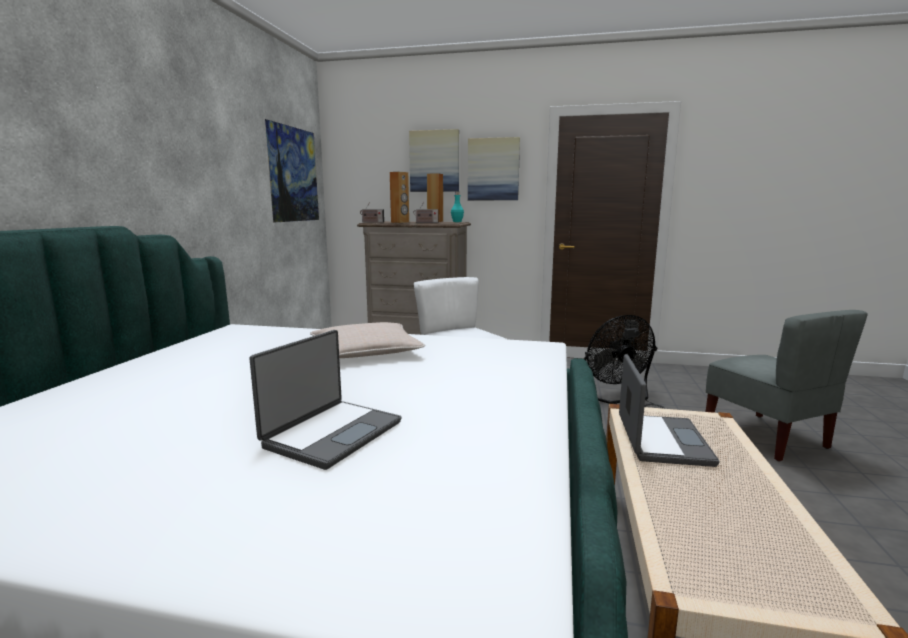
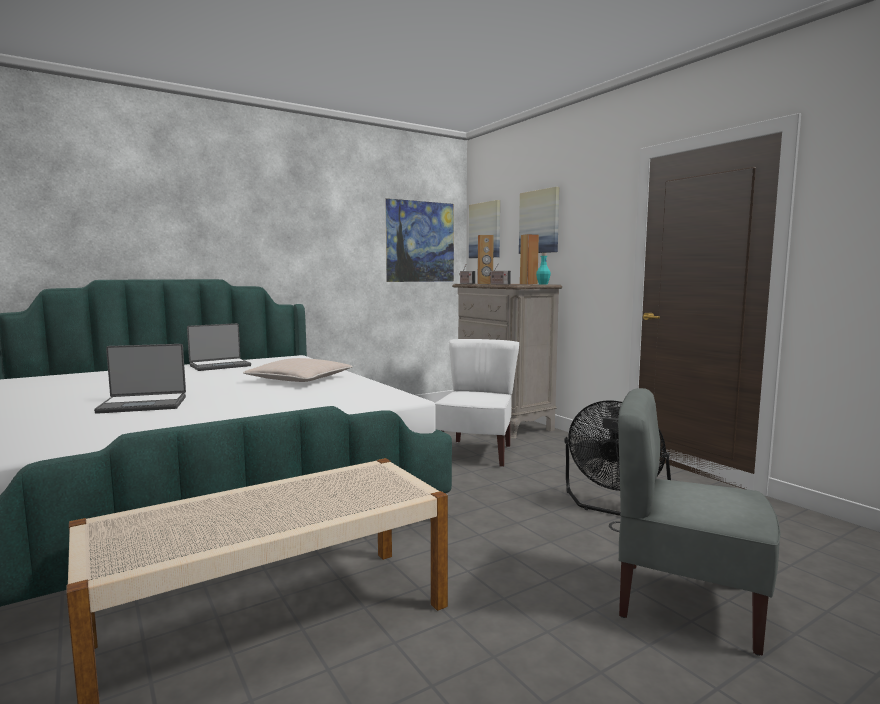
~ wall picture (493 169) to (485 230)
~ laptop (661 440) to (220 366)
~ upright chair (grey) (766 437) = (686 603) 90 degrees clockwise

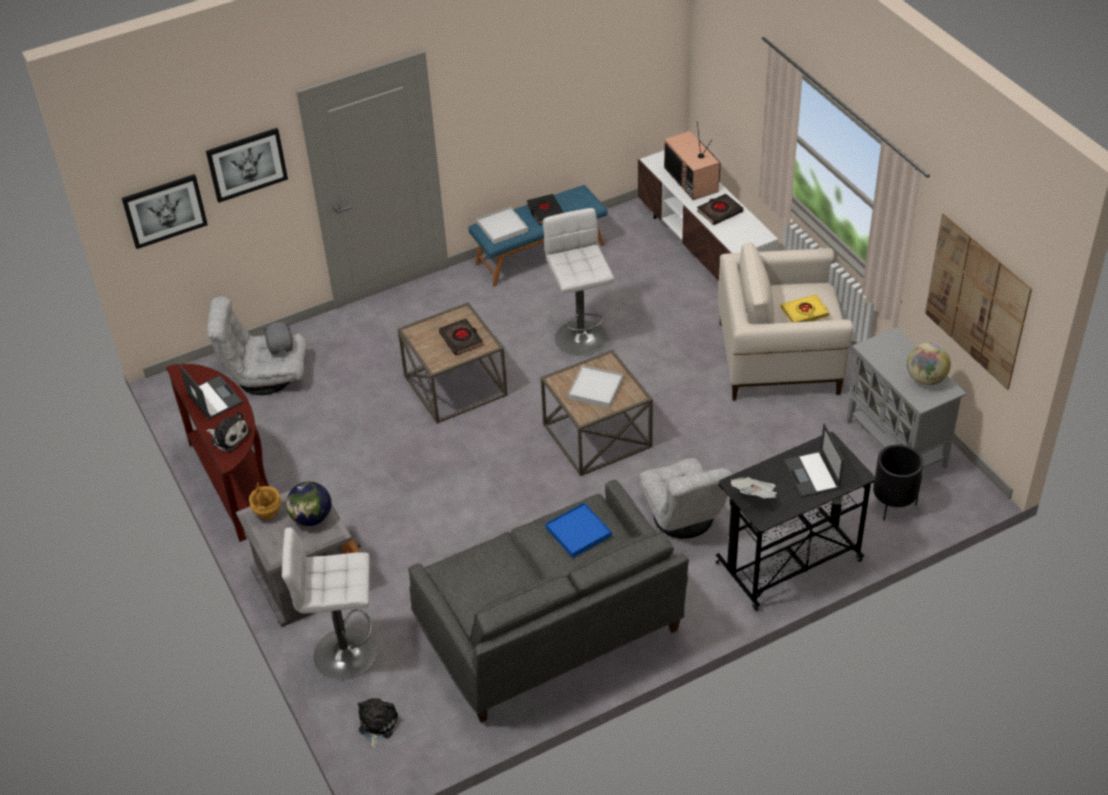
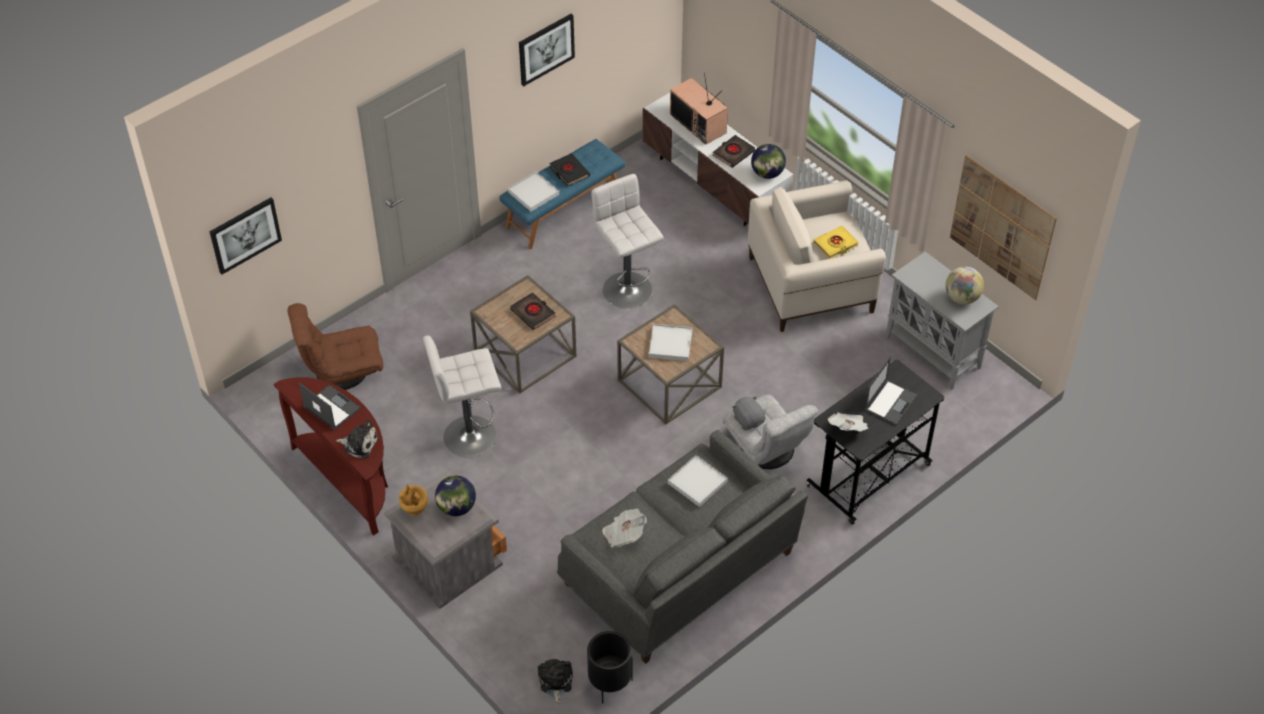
~ wall picture (246 164) to (546 49)
~ easy chair (grey) (266 376) to easy chair (brownish) (342 370)
~ soft toy (grey) (281 346) to (748 420)
~ stool seat (whitish) (344 653) to (469 436)
~ carrying tray (bluish) (578 532) to carrying tray (whitish) (697 482)
~ laptop (812 475) = (890 402) 120 degrees counterclockwise
~ planter (blackish) (892 505) to (609 684)
+ daily paper (624 534)
+ world globe (767 173)

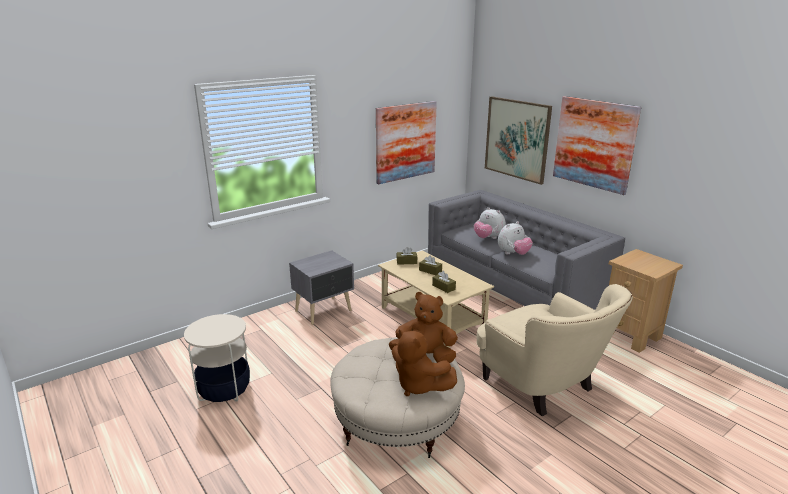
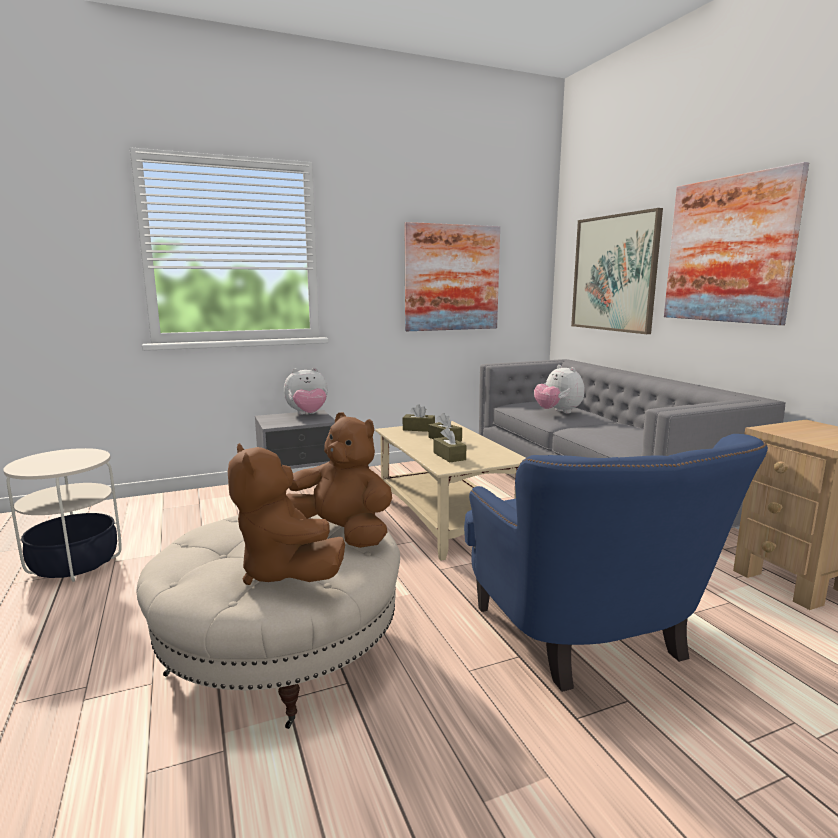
~ easy chair (beige-coloured) (542 385) to easy chair (bluish) (587 636)
~ soft toy (513 254) to (308 414)

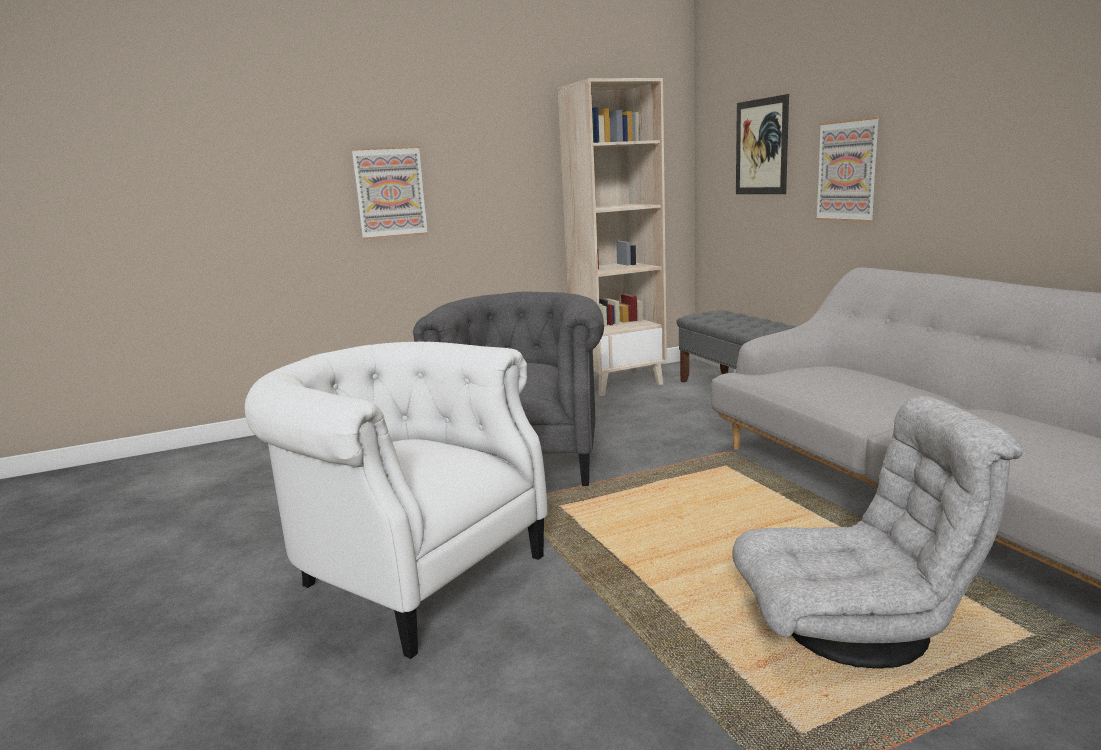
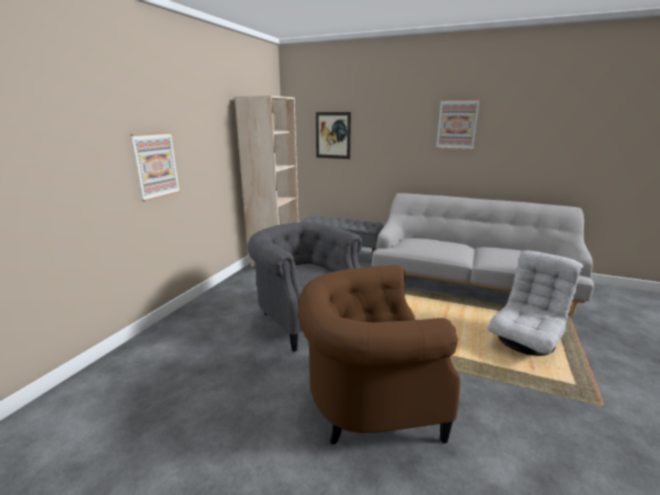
~ easy chair (whitish) (409 574) to easy chair (brownish) (369 404)
~ wall picture (847 171) to (457 124)

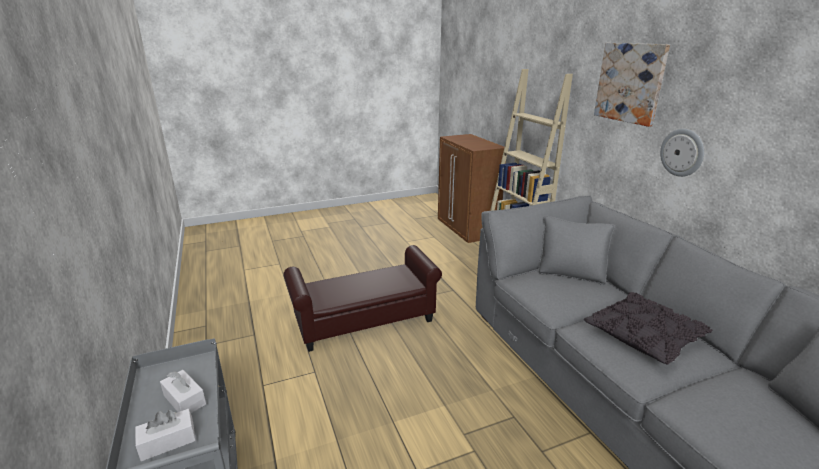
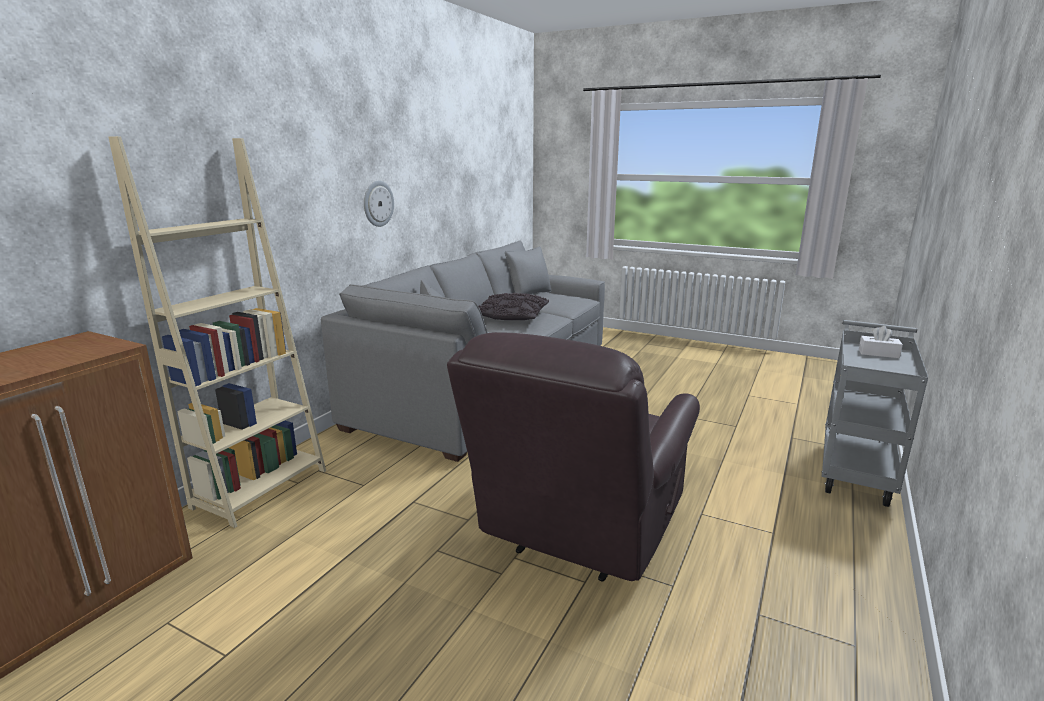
- box of tissues (whitish) (185 400)
~ footrest (brownish) (365 321) to easy chair (brownish) (578 533)
- wall picture (630 83)

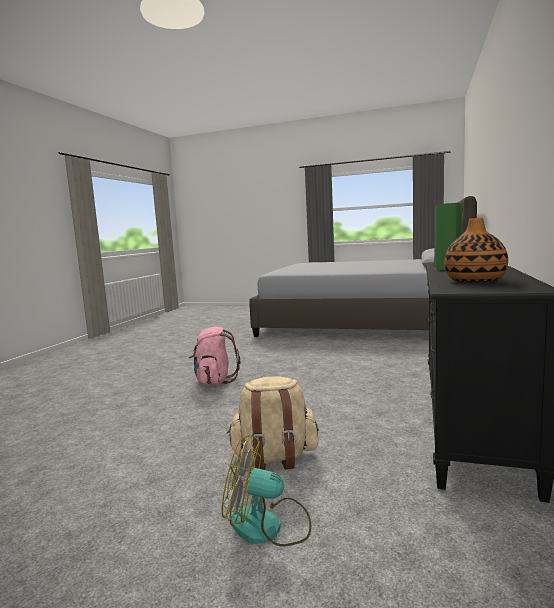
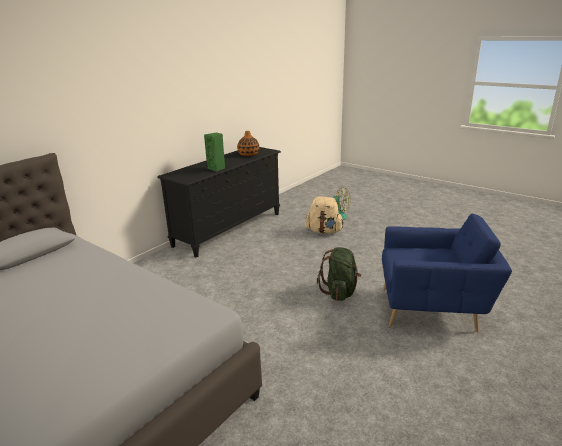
~ knapsack (pinkish) (214 381) to knapsack (green) (340 292)
+ easy chair (bluish) (432 309)

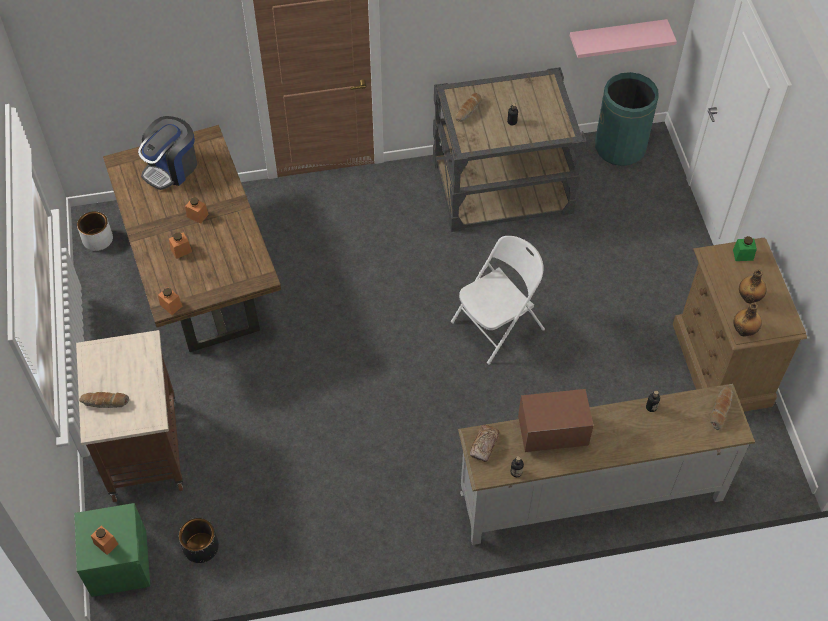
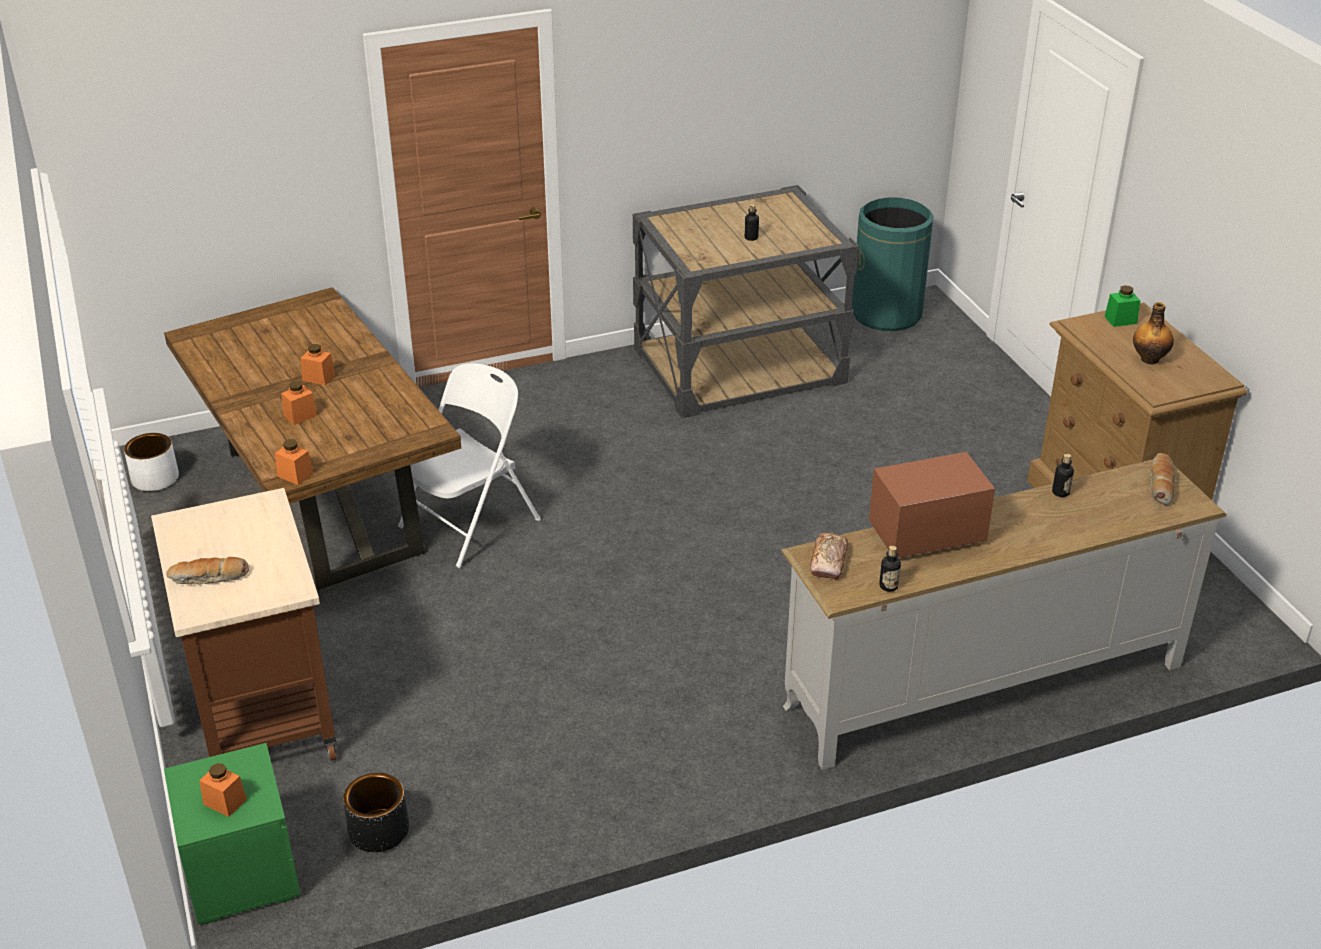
- coffee machine (171 168)
~ upright chair (whitish) (497 326) to (470 523)
- bread (468 111)
- shelf (pinkish) (616 36)
- drink bottle (744 331)

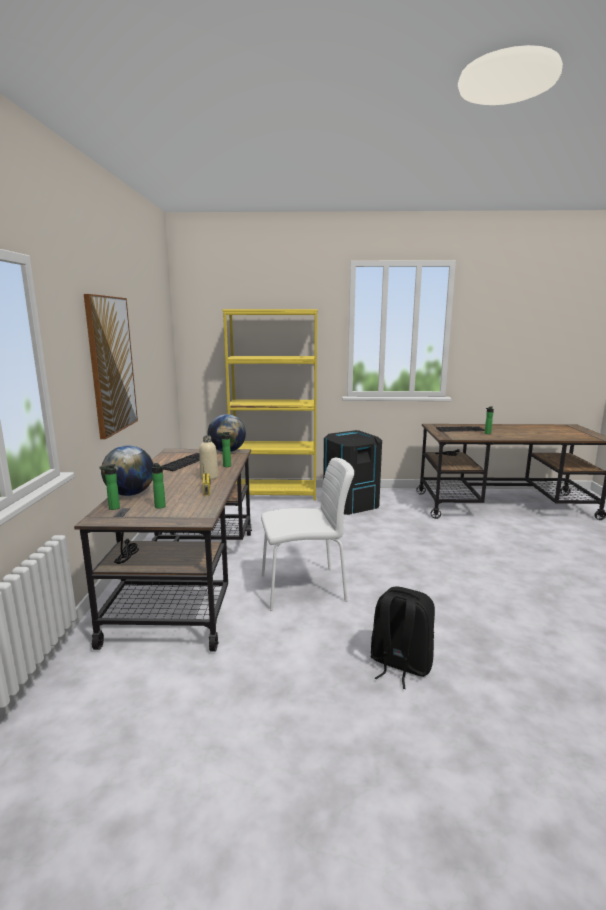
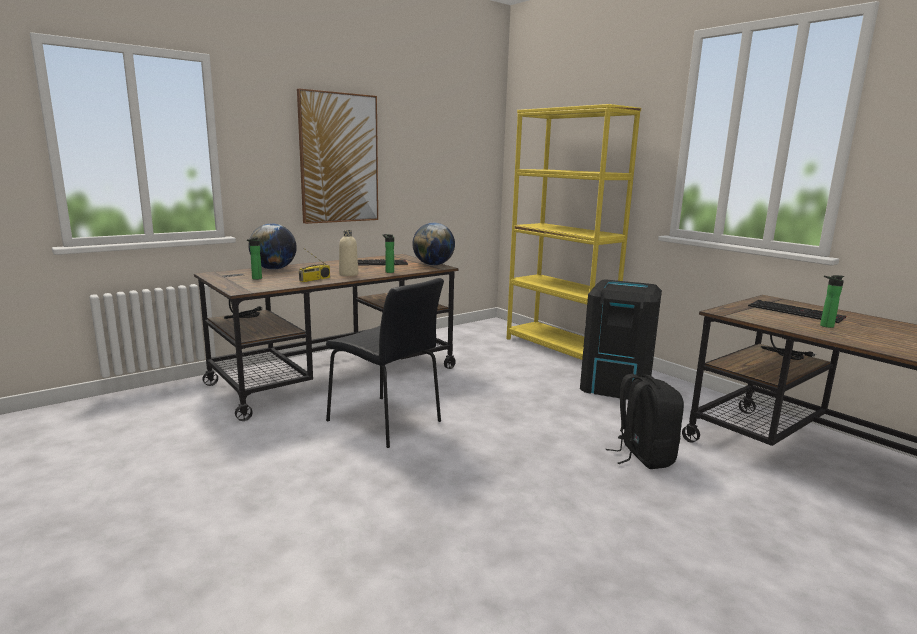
- drink bottle (112 508)
~ upright chair (whitish) (306 588) to upright chair (blackish) (387 422)
~ knapsack (blackish) (399 664) to (642 456)

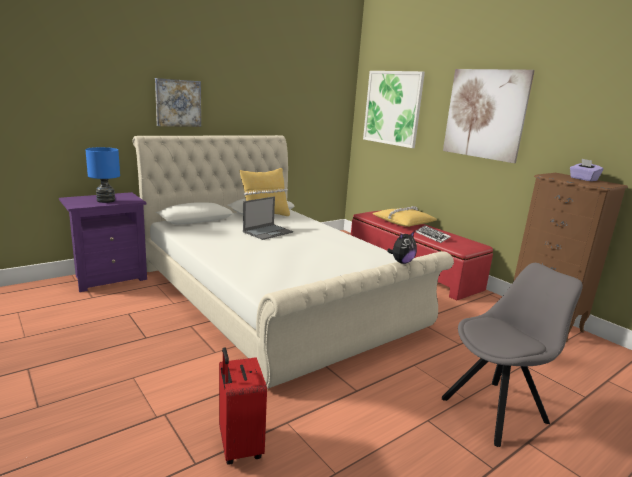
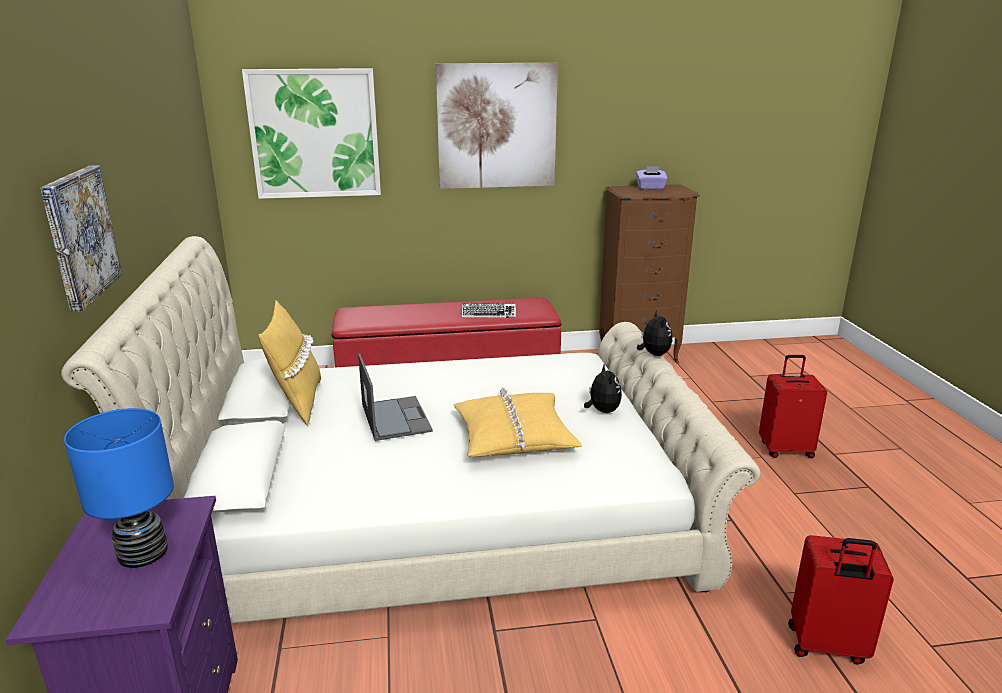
~ throw pillow (yellowish) (403 222) to (514 436)
~ upright chair (grey) (495 411) to travel case (red) (785 449)
+ soft toy (602 411)

